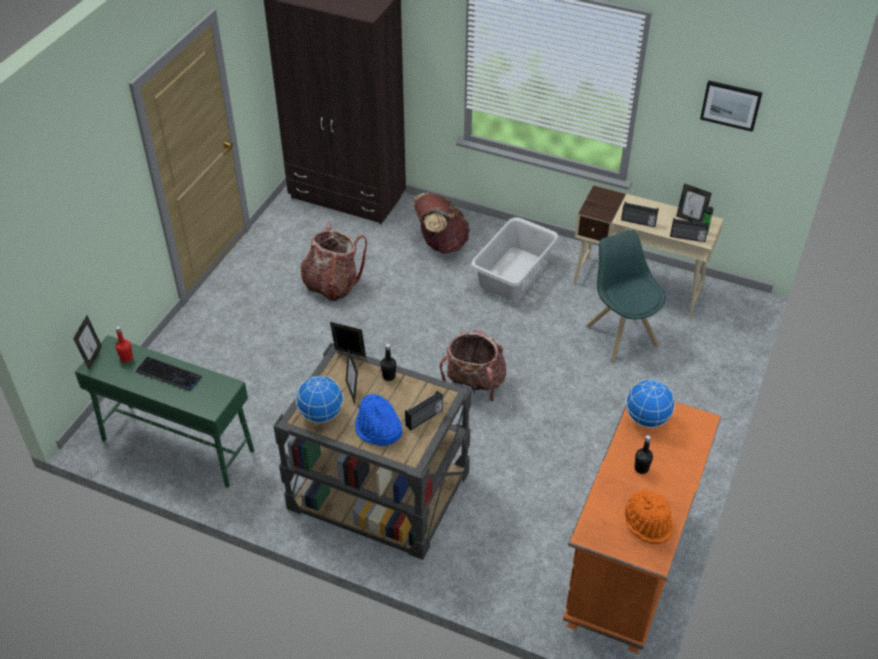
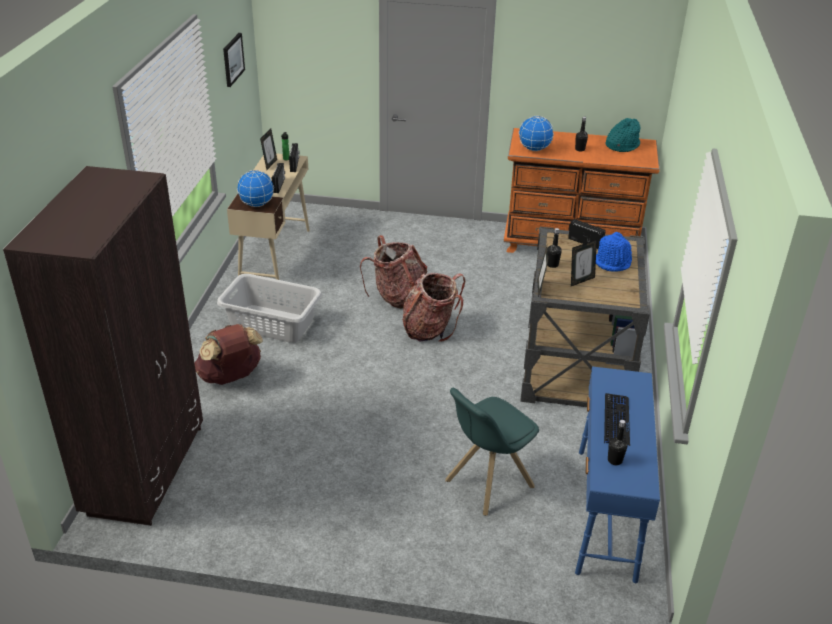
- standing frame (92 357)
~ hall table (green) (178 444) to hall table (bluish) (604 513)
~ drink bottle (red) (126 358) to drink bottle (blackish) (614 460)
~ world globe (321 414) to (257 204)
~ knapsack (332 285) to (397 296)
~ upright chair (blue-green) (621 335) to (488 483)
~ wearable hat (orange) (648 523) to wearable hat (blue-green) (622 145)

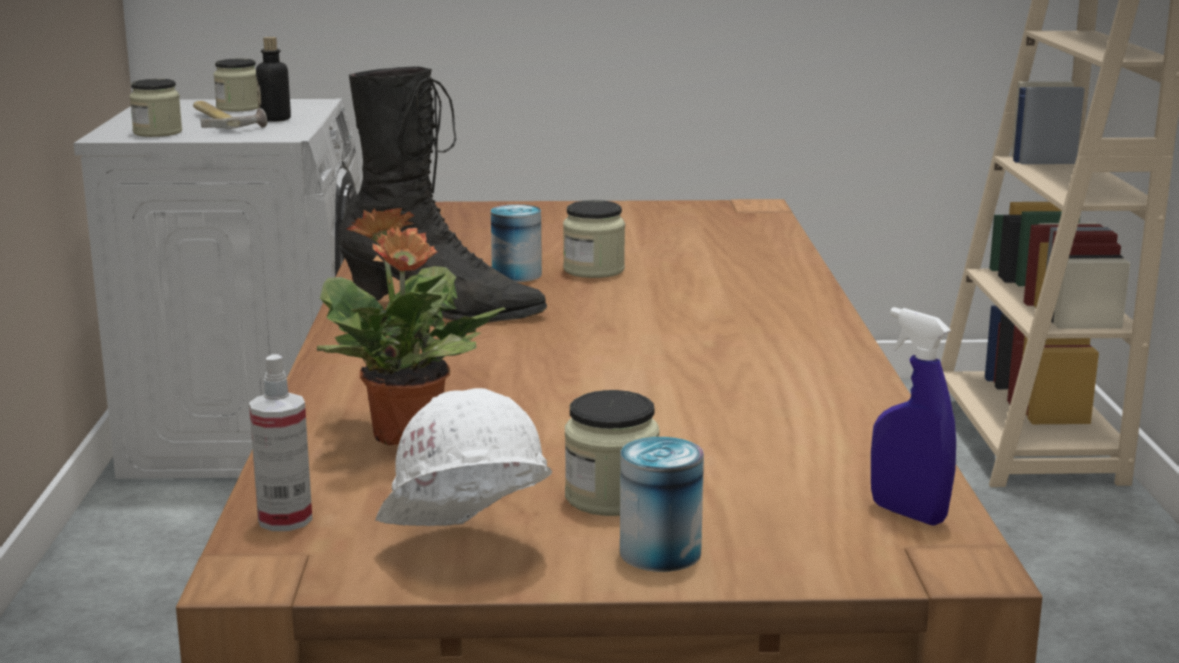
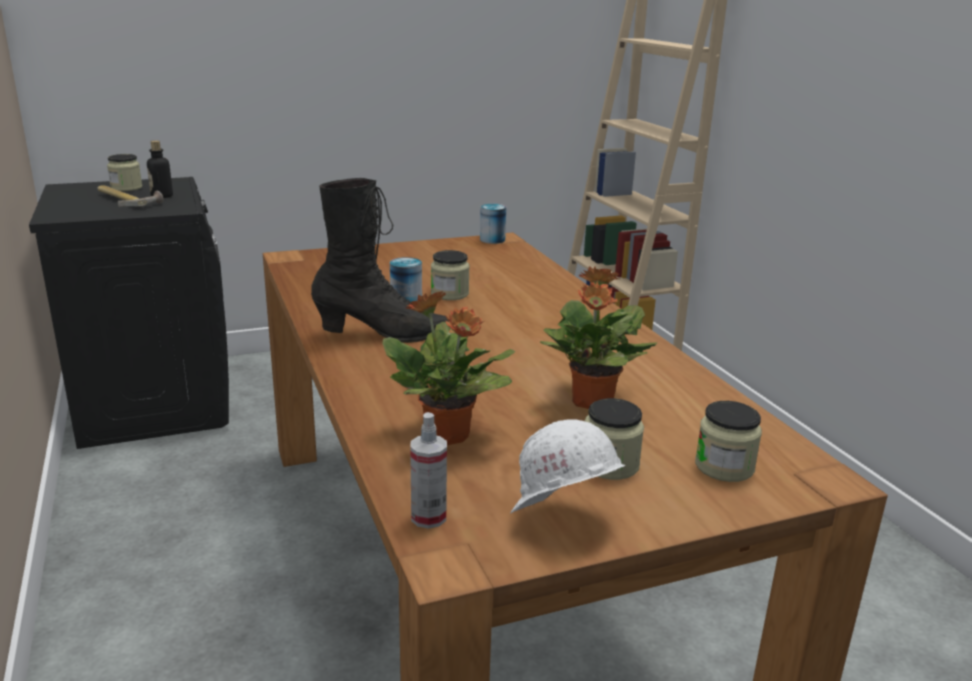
~ laundry machine (whitish) (249 436) to laundry machine (blackish) (155 404)
~ storage jar (157 132) to (724 467)
~ sealed can (660 552) to (492 240)
- sprayer (bluish) (908 513)
+ houseplant (591 403)

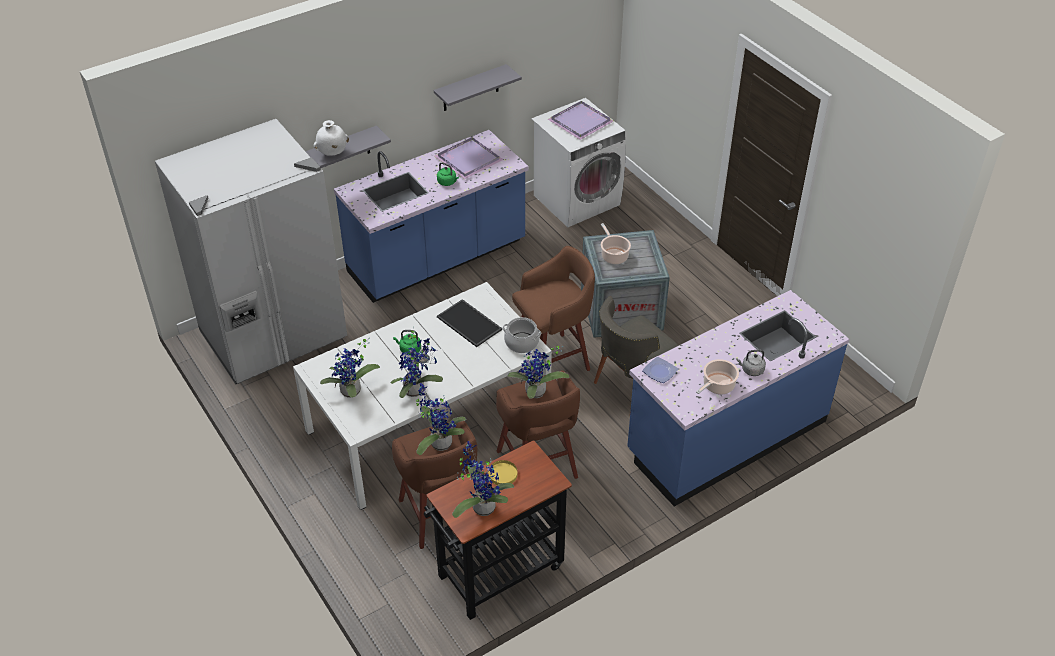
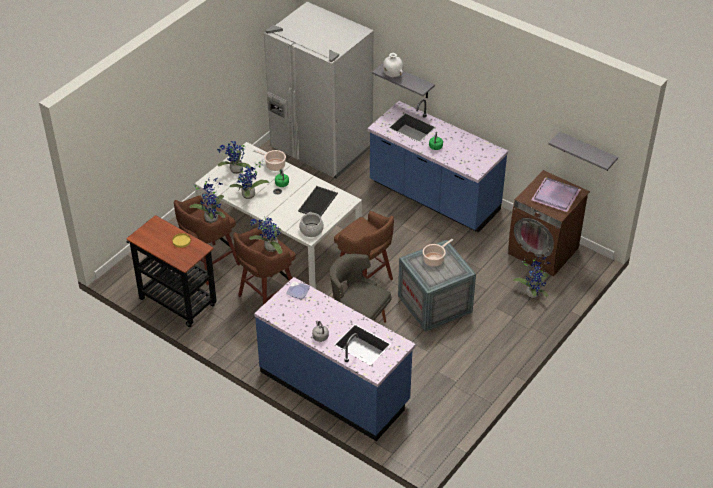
~ shelf (grey) (470 88) to (587 152)
- carrying tray (purple) (468 159)
~ houseplant (481 506) to (533 293)
~ laundry machine (whitish) (577 199) to laundry machine (brownish) (544 250)
~ stockpot (717 386) to (274 165)

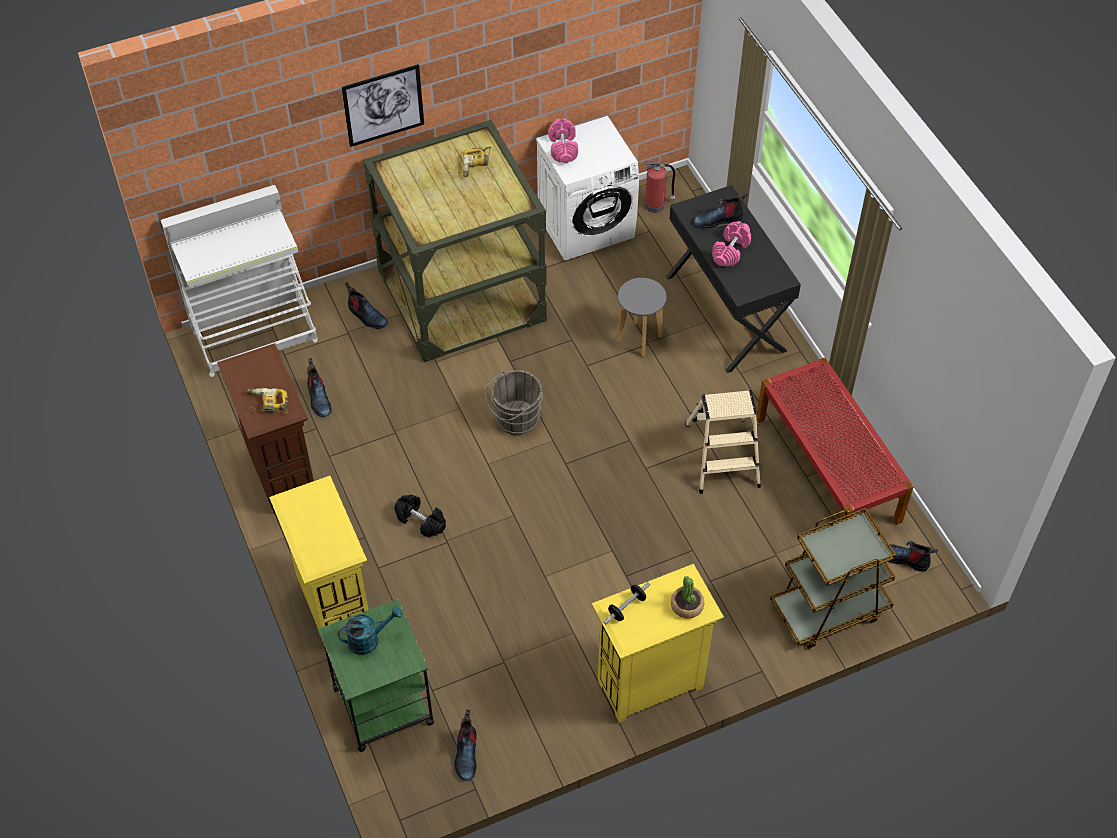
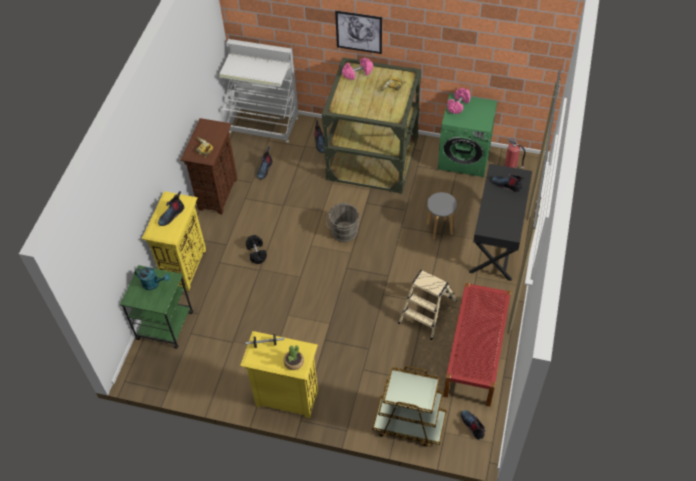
~ boot (466 754) to (171 215)
~ laundry machine (whitish) (586 228) to laundry machine (green) (464 159)
~ free weight (pinkish) (731 251) to (357 73)

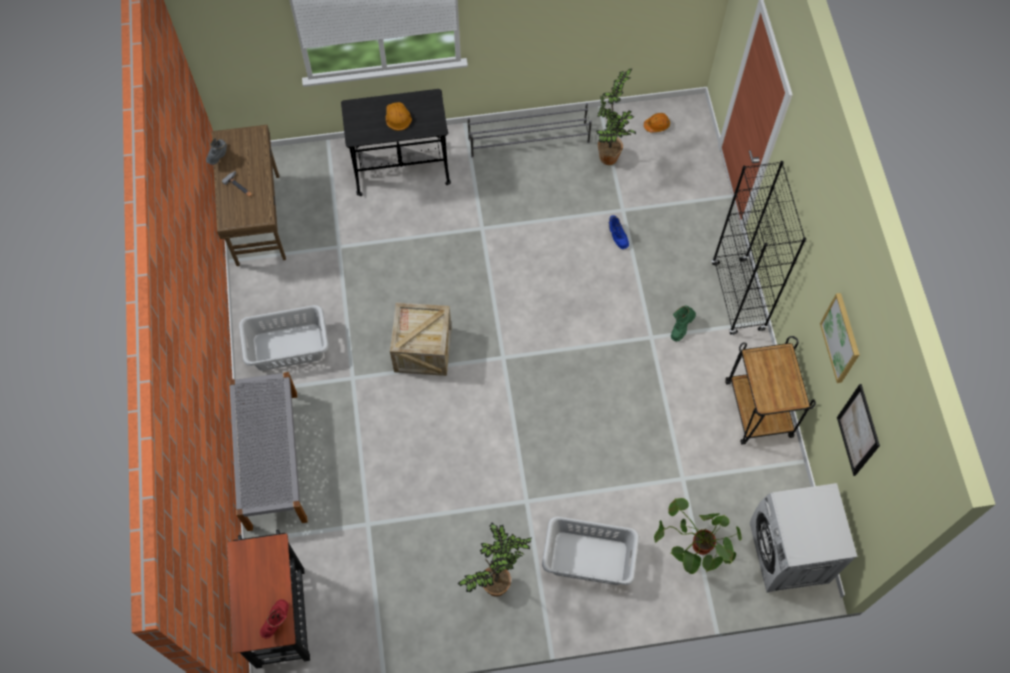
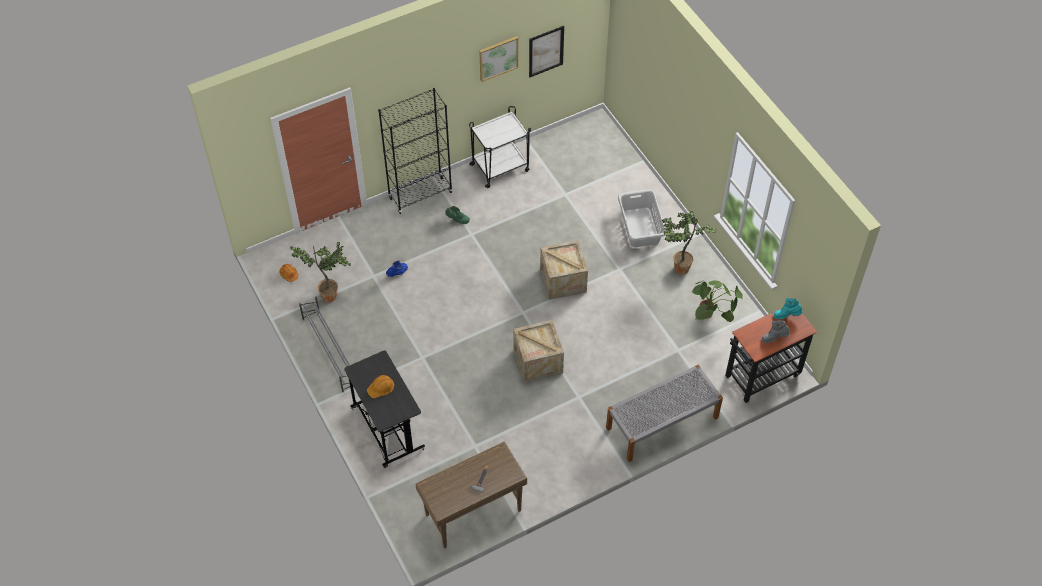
~ boot (grey) (219 156) to (774 338)
- laundry basket (grey) (287 347)
~ boot (red) (277 621) to boot (blue-green) (786 316)
~ houseplant (693 550) to (711 317)
~ trolley (brownish) (758 410) to trolley (whitish) (500 167)
- laundry machine (whitish) (788 554)
+ shipping crate (563 280)

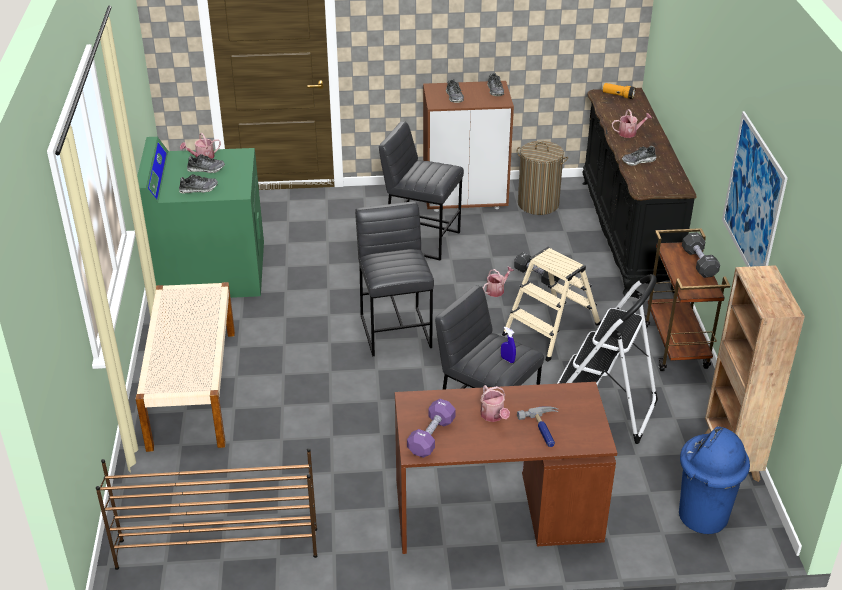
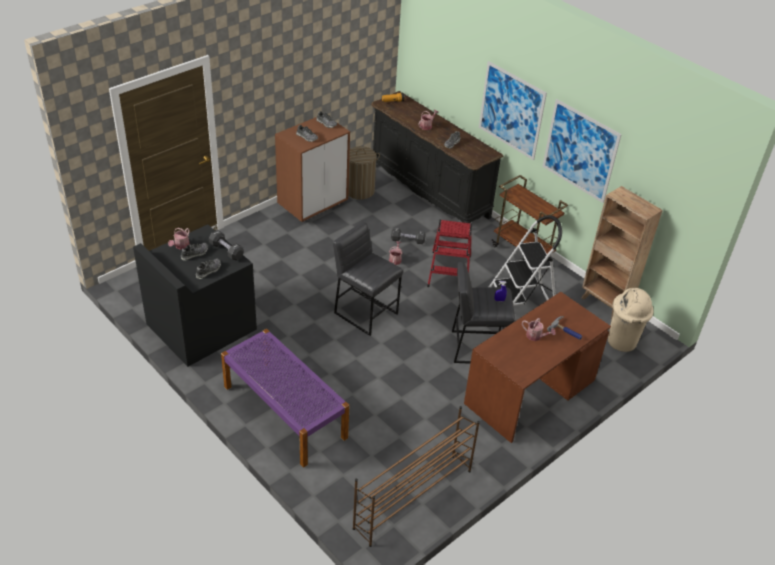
~ bench (beige-coloured) (192 388) to bench (purple) (284 412)
~ laundry machine (green) (211 269) to laundry machine (blackish) (201 326)
- stool seat (grey) (421 239)
- free weight (purple) (431 436)
~ stepladder (beige-coloured) (551 329) to stepladder (red) (449 270)
~ waste bin (bluish) (702 516) to waste bin (beige-coloured) (622 342)
~ free weight (blackish) (699 263) to (226 250)
+ wall picture (511 110)

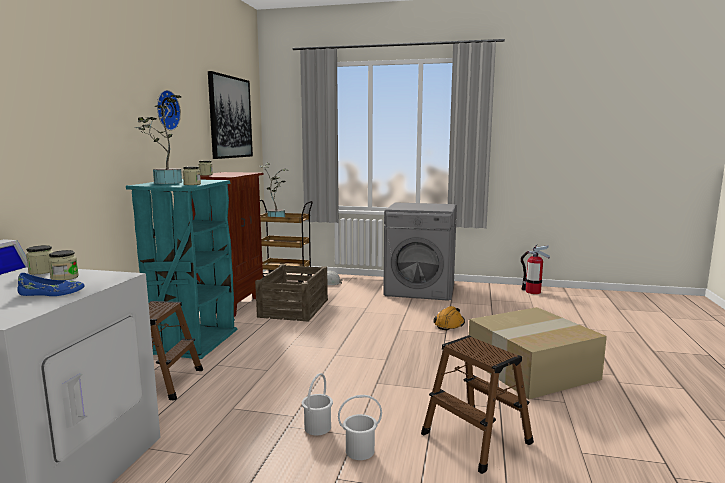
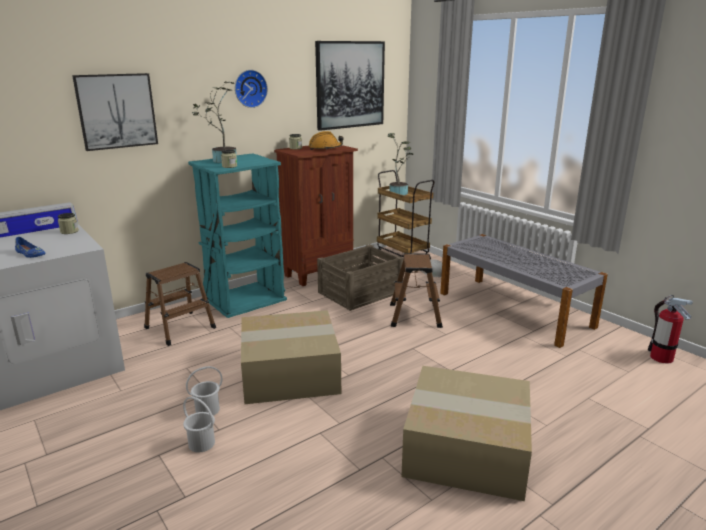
- storage jar (64 277)
~ laundry machine (grey) (420 290) to bench (grey) (514 309)
~ stepladder (brownish) (476 438) to (415 315)
~ safety helmet (orange) (449 324) to (325 148)
+ wall picture (116 111)
+ cardboard box (291 372)

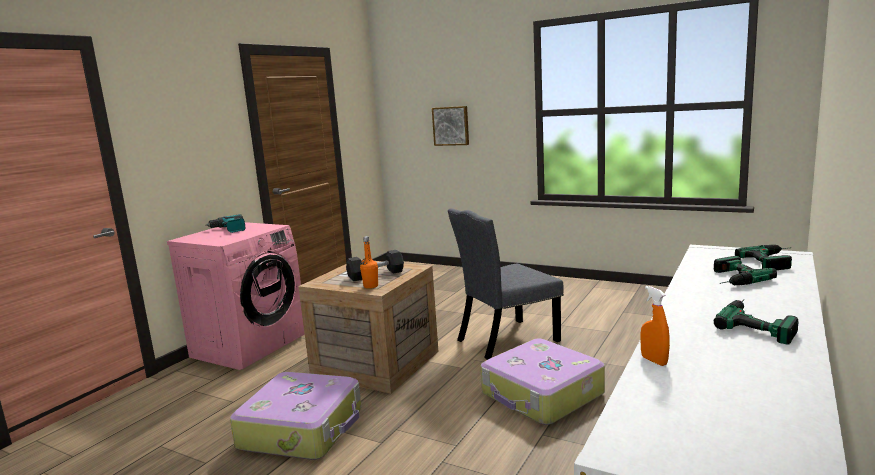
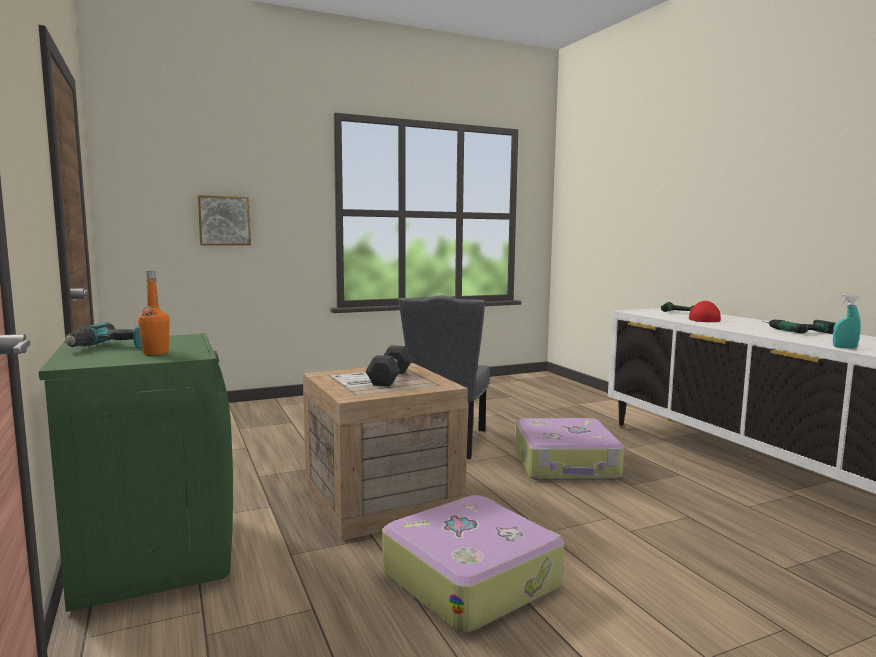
~ laundry machine (pinkish) (249 348) to laundry machine (green) (153 556)
~ drink bottle (orange) (370 286) to (156 353)
~ sprayer (orange) (654 361) to sprayer (blue-green) (844 347)
~ drill (730 278) to peaked cap (red) (704 319)

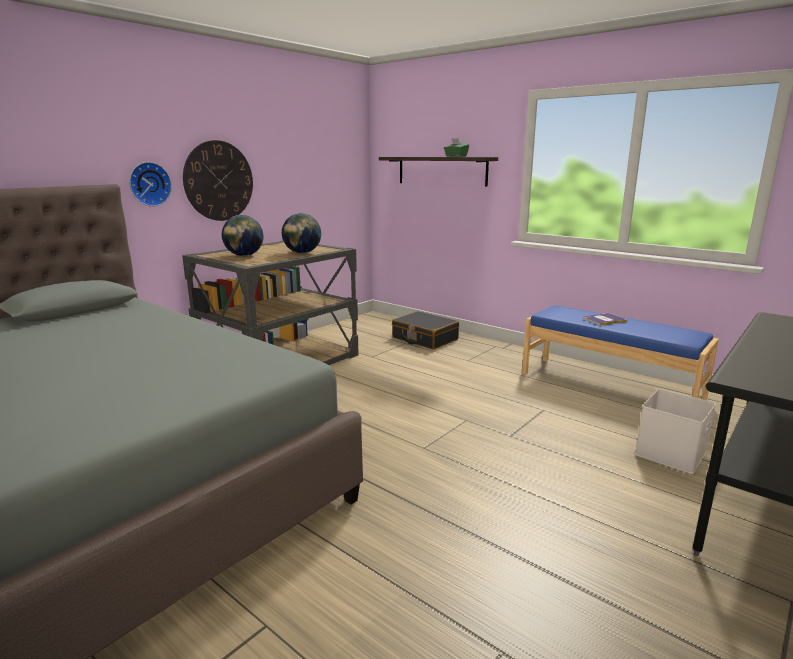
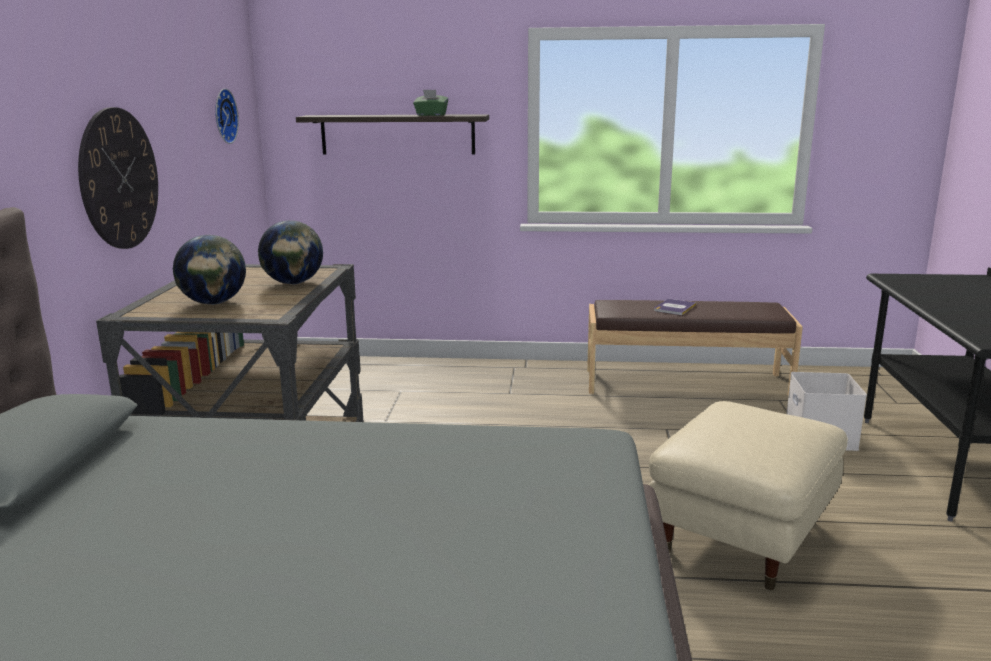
~ wall clock (149 184) to (223 116)
- travel case (blackish) (424 339)
~ bench (bluish) (609 385) to bench (brownish) (685 383)
+ footrest (beige-coloured) (741 536)

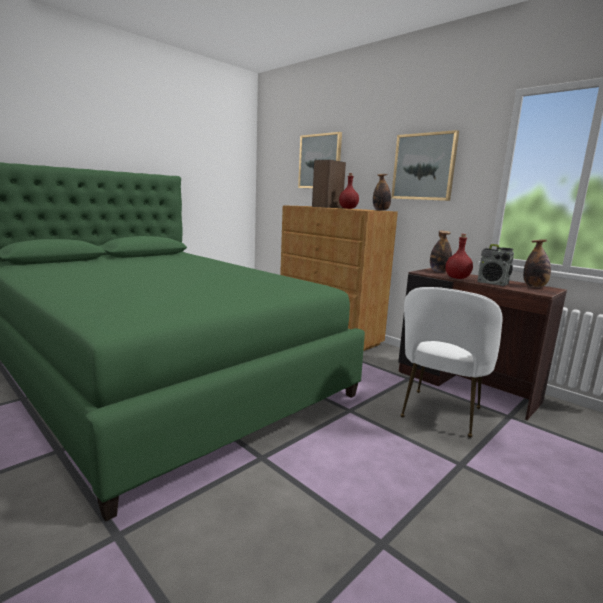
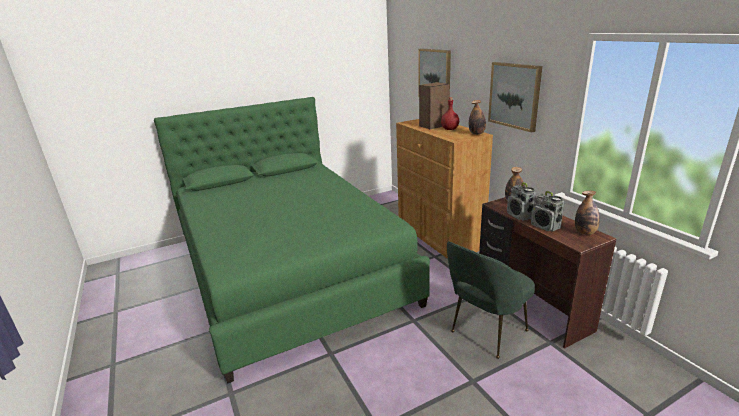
~ upright chair (whitish) (439 416) to upright chair (green) (485 334)
~ drink bottle (red) (457 278) to radio receiver (519 216)

